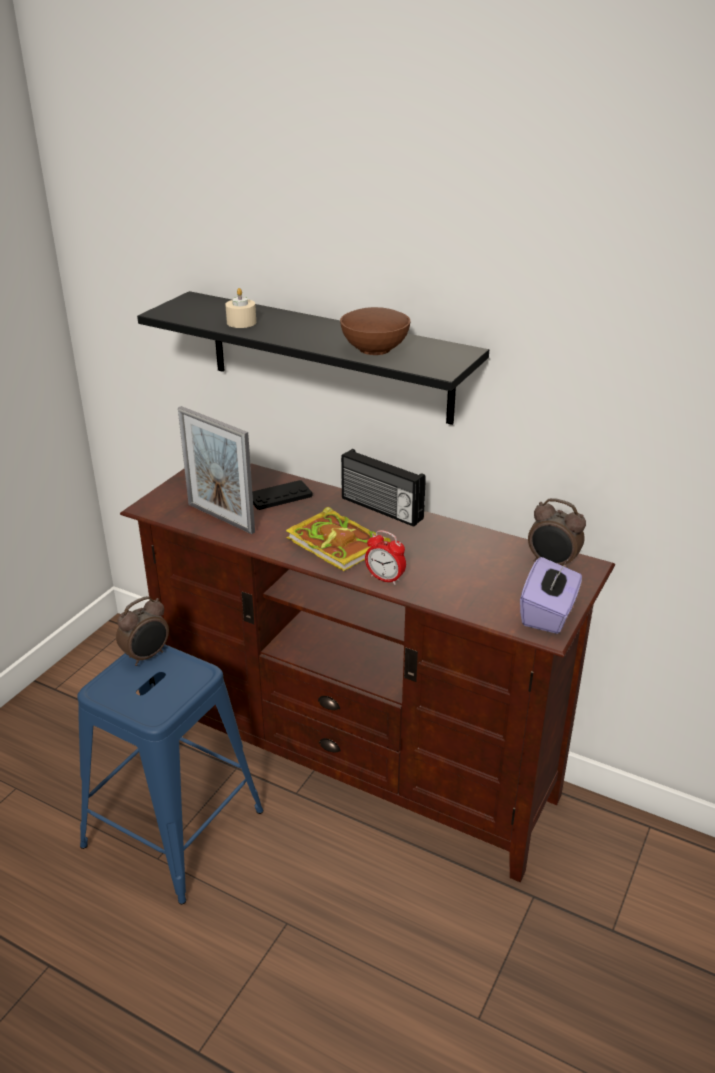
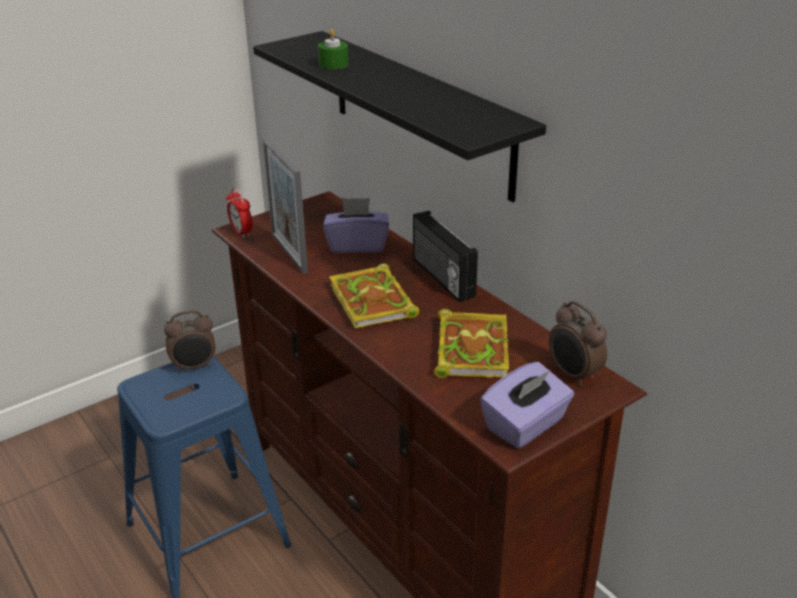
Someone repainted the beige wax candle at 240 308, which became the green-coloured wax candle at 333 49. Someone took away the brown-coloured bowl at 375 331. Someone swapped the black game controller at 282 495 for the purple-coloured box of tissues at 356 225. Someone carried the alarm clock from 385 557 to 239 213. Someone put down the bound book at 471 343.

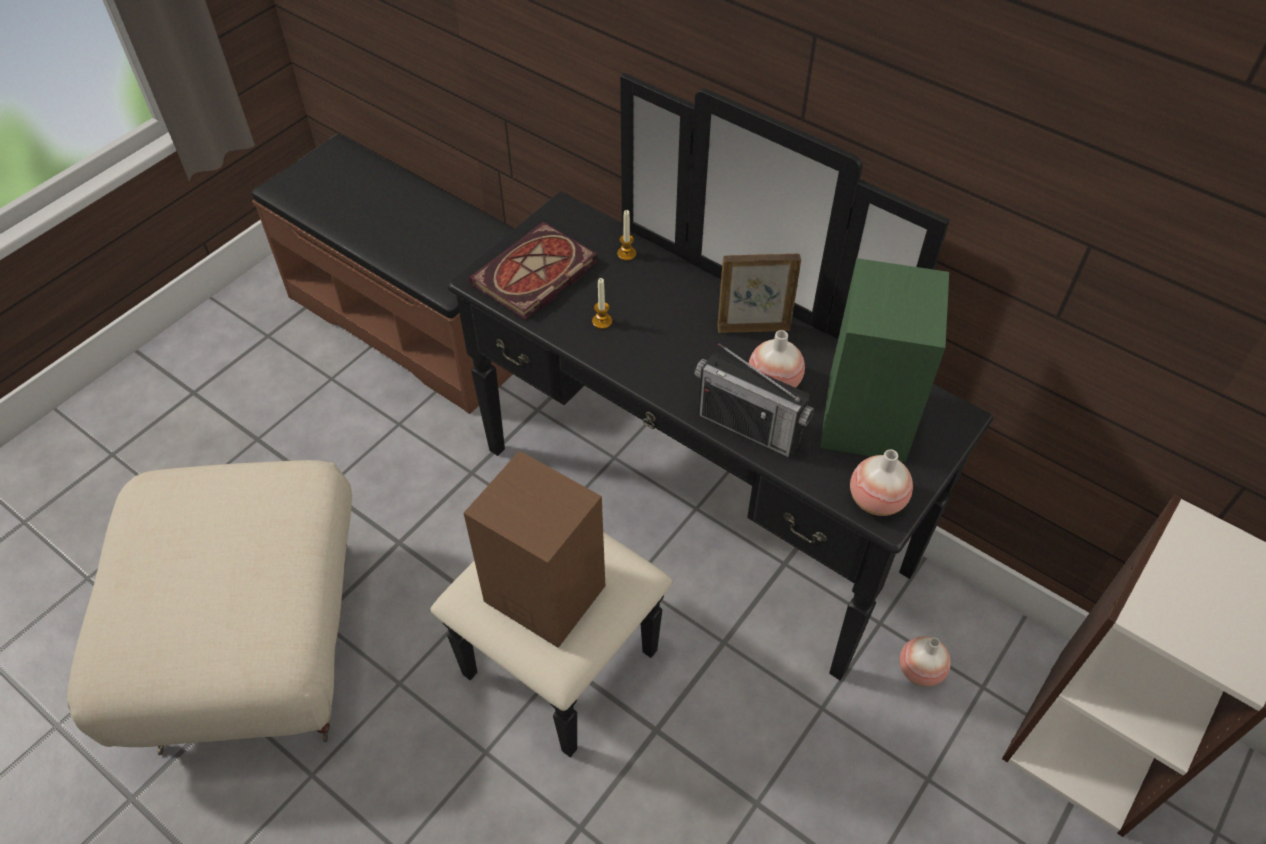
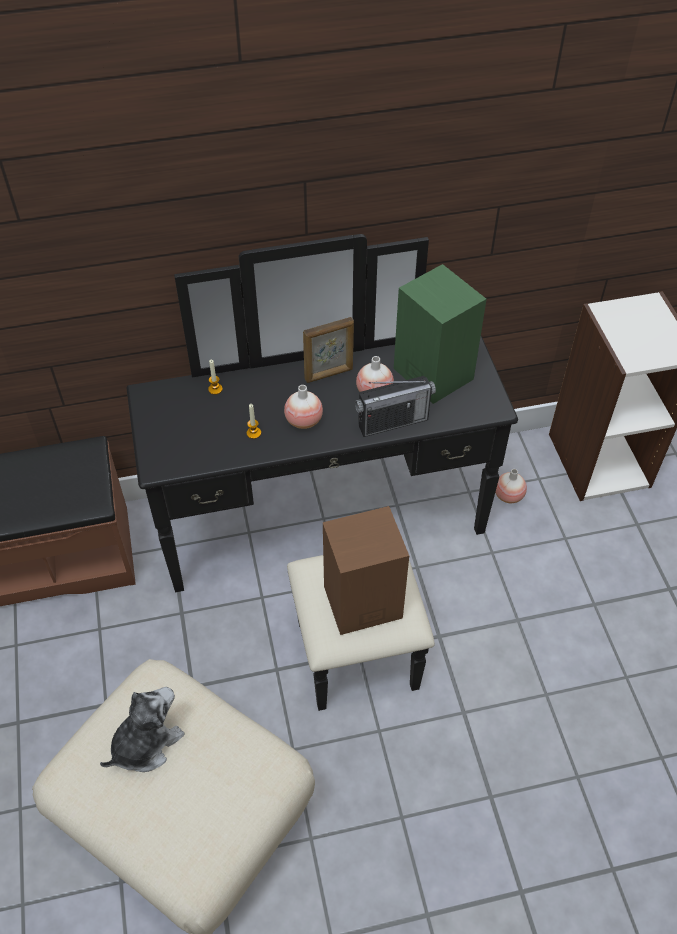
Someone took away the bound book at 533 271. Someone rotated the standing frame at 759 293 by 150 degrees counterclockwise. Someone carried the vase from 881 482 to 303 407. Someone put down the soft toy at 142 729.

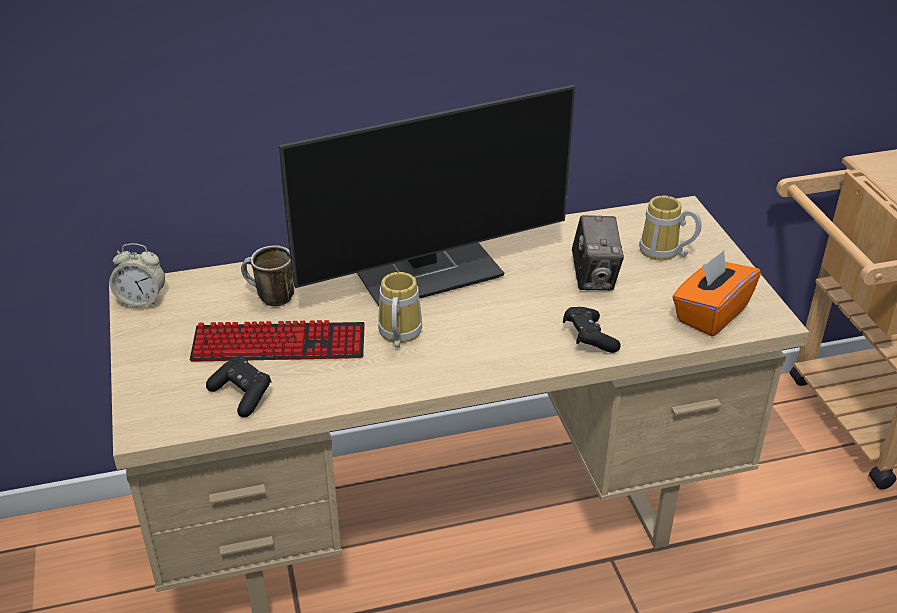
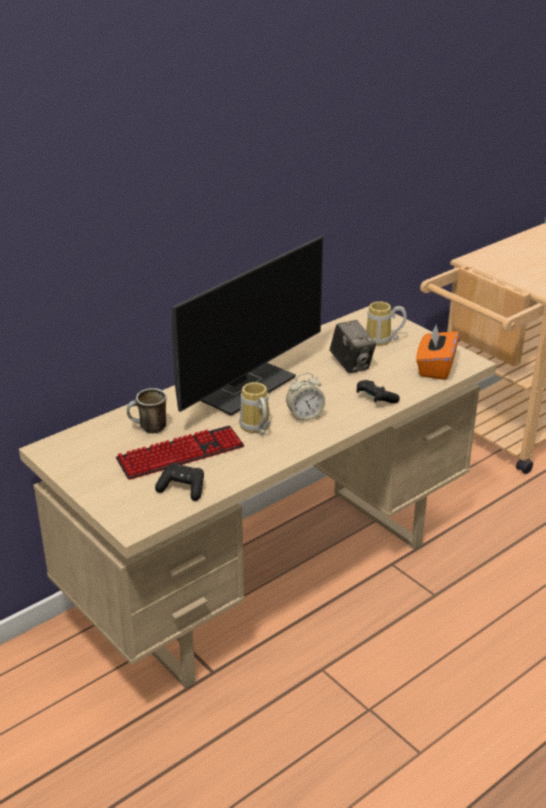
Someone carried the alarm clock from 137 275 to 305 397.

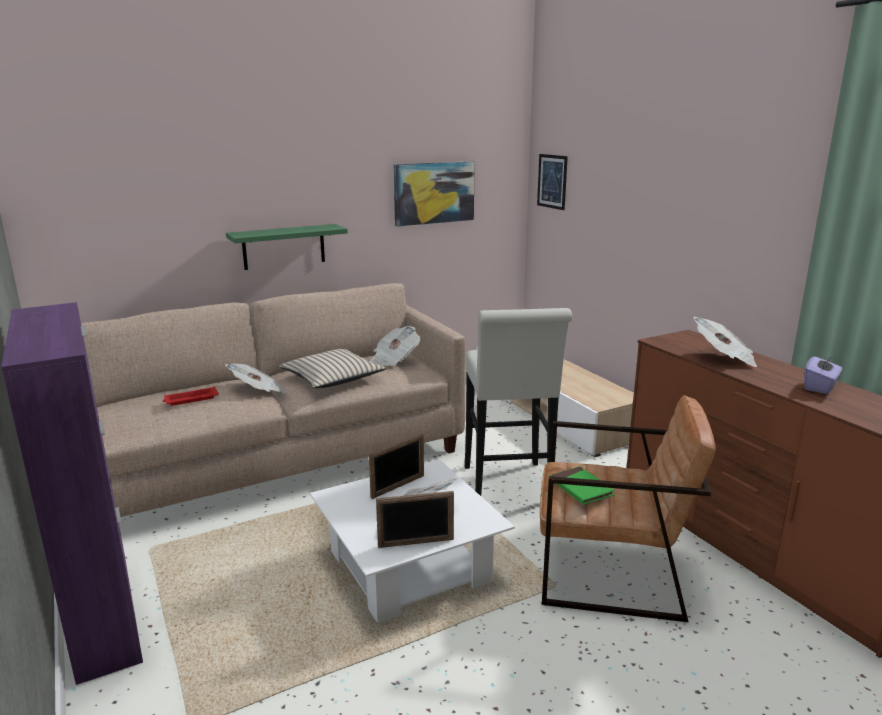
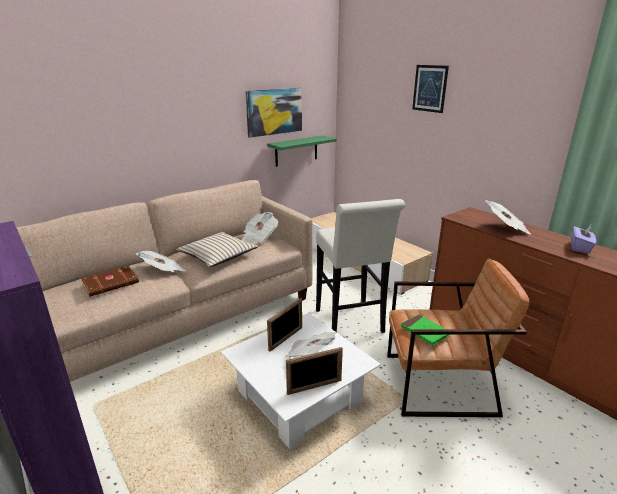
Someone carried the wall picture from 552 182 to 430 89. Someone carried the green-coloured shelf from 287 247 to 302 151. Someone swapped the red tray at 190 396 for the brown-coloured bound book at 110 281.

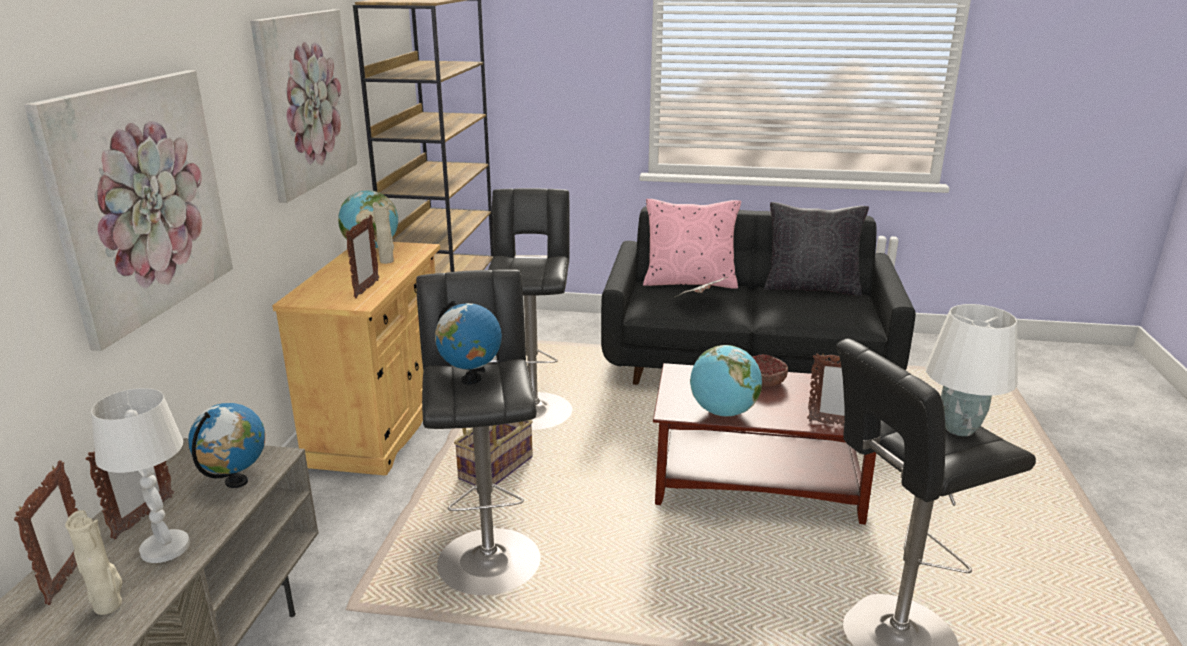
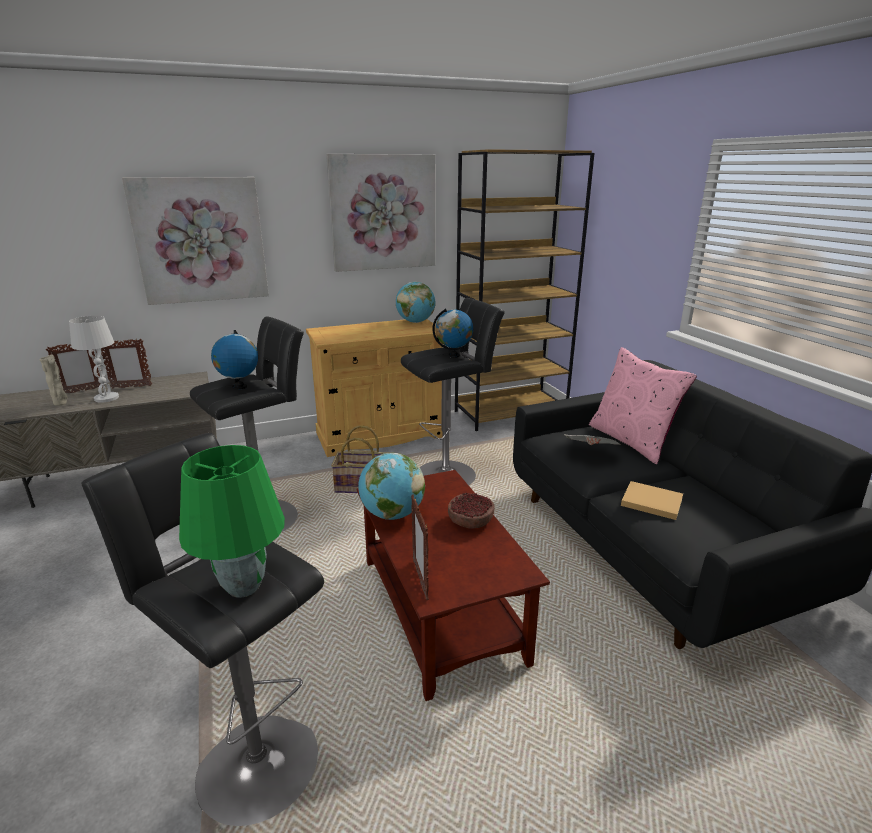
Someone took away the beige vase at 383 233. Someone took away the black pillow at 816 249. Someone took away the standing frame at 362 256. Someone repainted the white-coloured table lamp at 971 370, which became the green-coloured table lamp at 232 521. Someone carried the world globe from 226 445 to 453 333. Someone put down the beige bound book at 652 500.

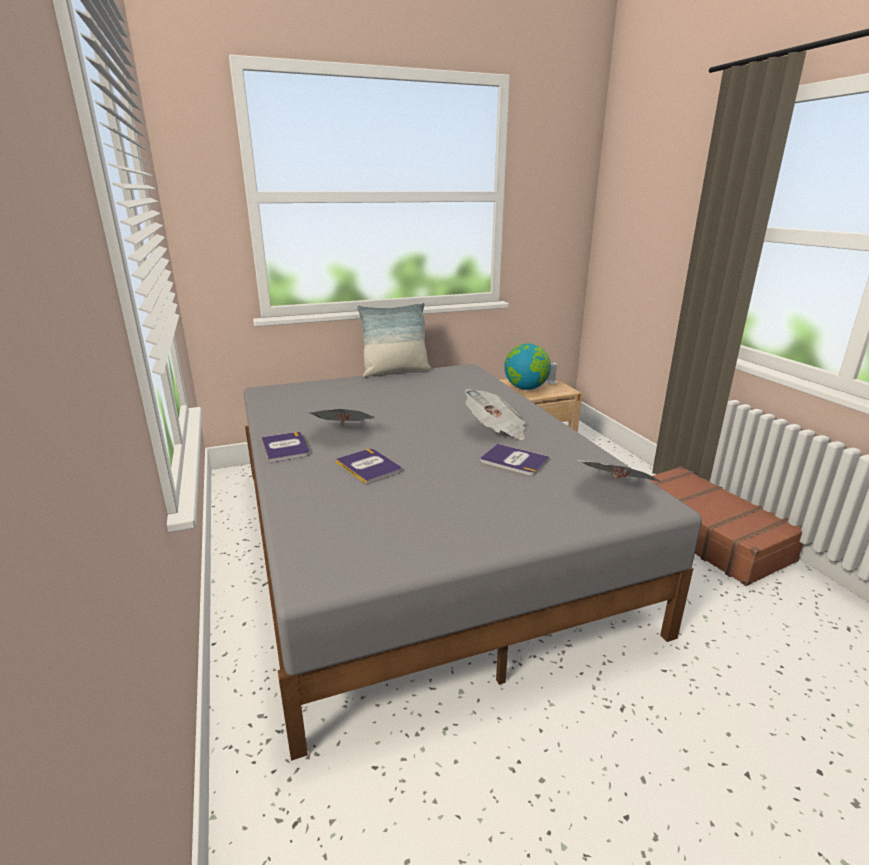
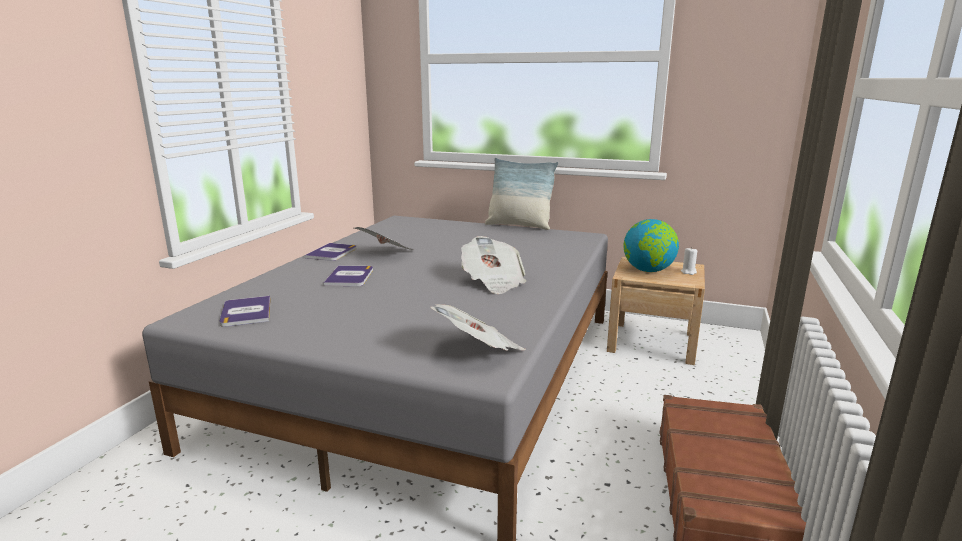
Someone carried the bound book from 515 460 to 245 311.

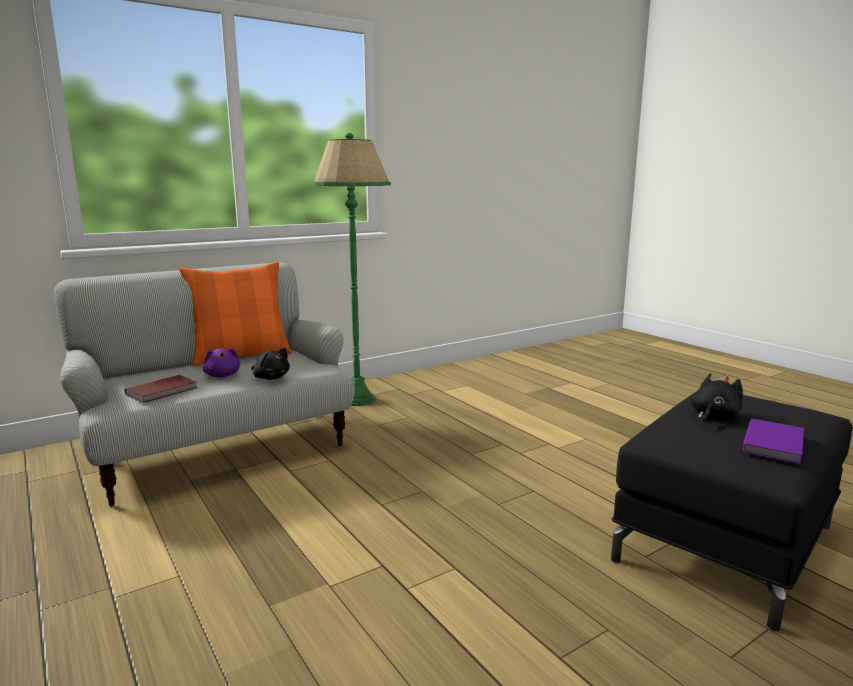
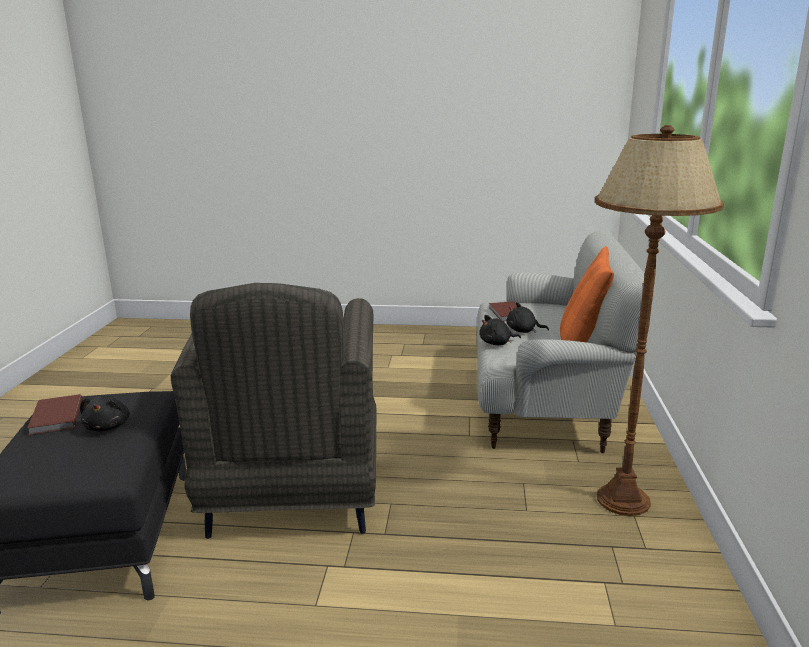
Someone repainted the green-coloured standard lamp at 351 269, which became the brown-coloured standard lamp at 659 320. Someone repainted the purple-coloured soft toy at 221 363, which became the black soft toy at 528 317. Someone repainted the purple-coloured bound book at 773 441, which became the brown-coloured bound book at 54 414. Someone put down the greyish lounge chair at 273 411.

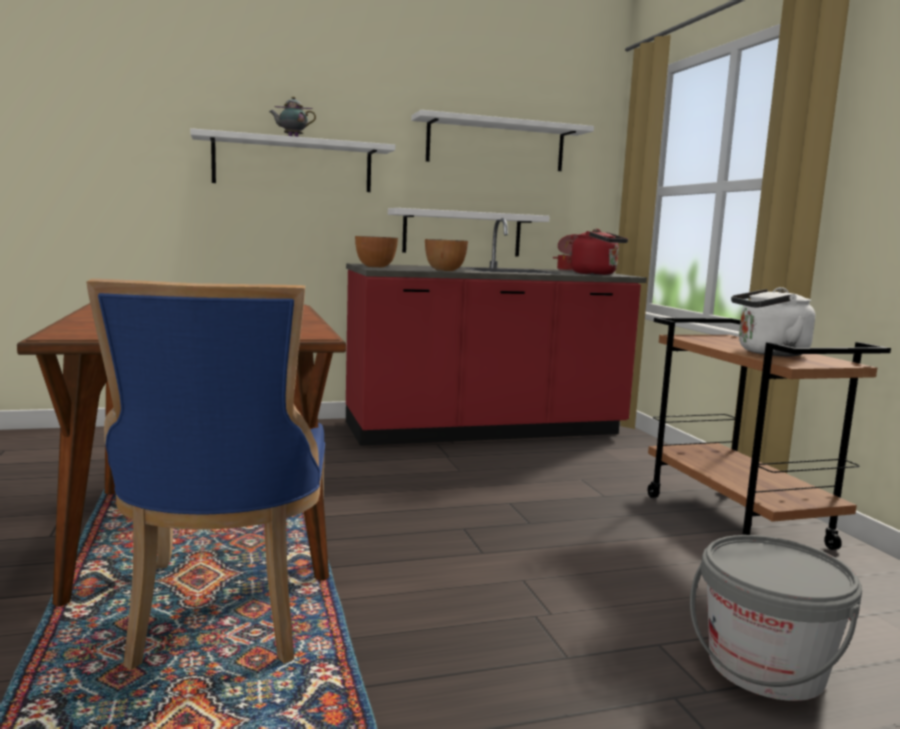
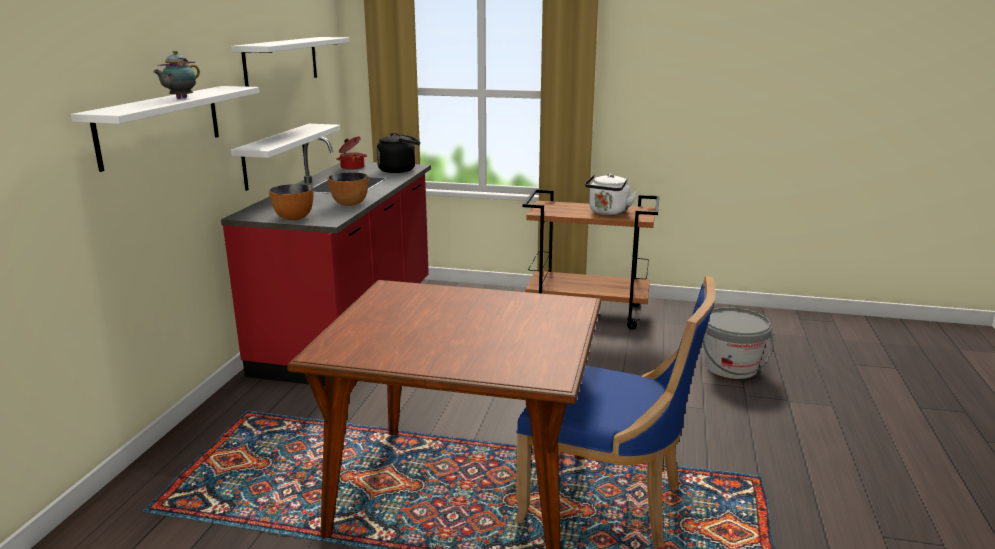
Someone repainted the red tea kettle at 599 252, which became the black tea kettle at 398 153.

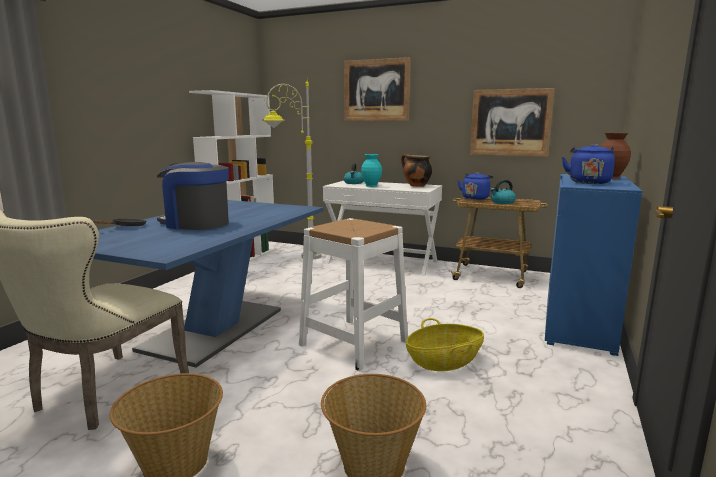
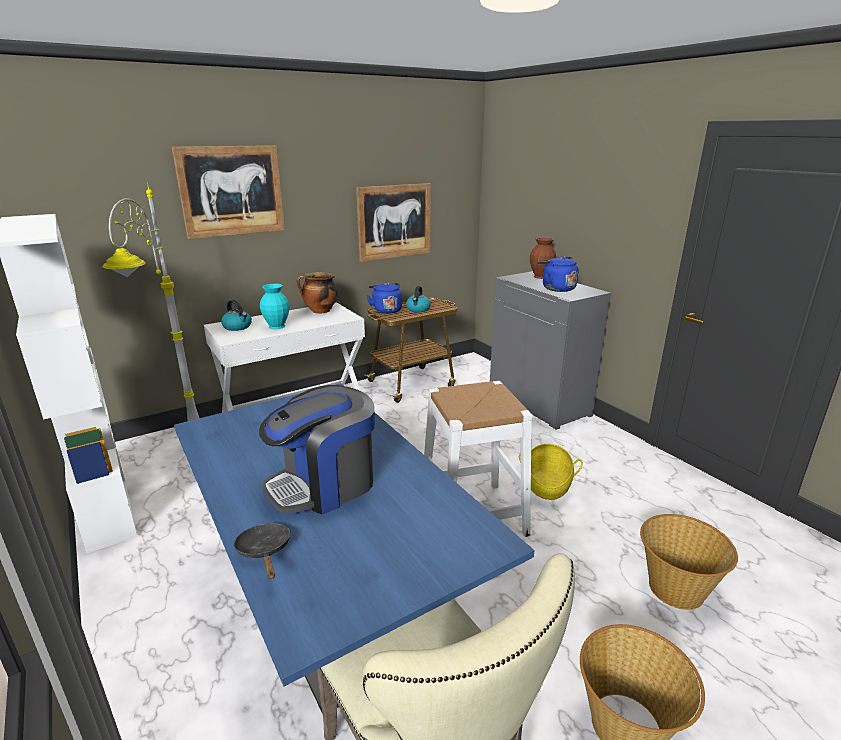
Someone repainted the bluish storage cabinet at 593 265, which became the greyish storage cabinet at 550 350.

